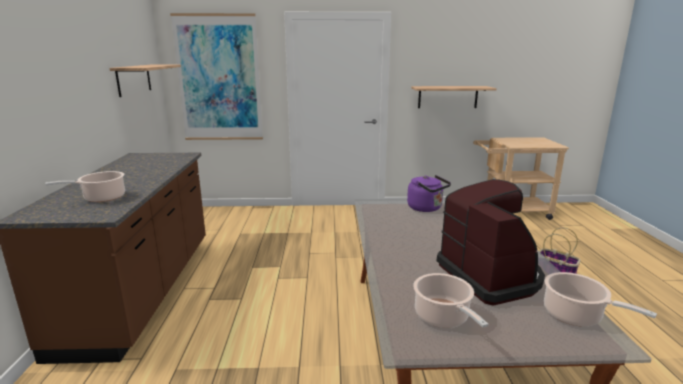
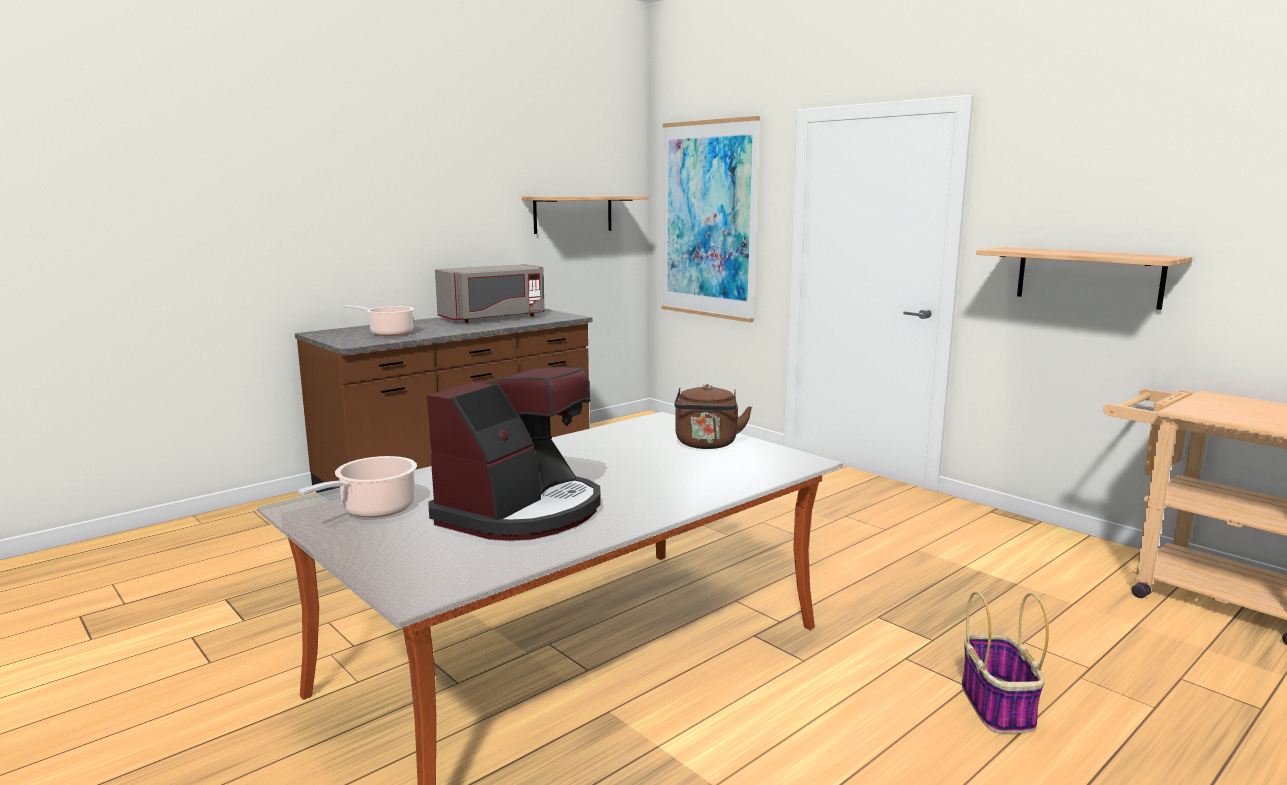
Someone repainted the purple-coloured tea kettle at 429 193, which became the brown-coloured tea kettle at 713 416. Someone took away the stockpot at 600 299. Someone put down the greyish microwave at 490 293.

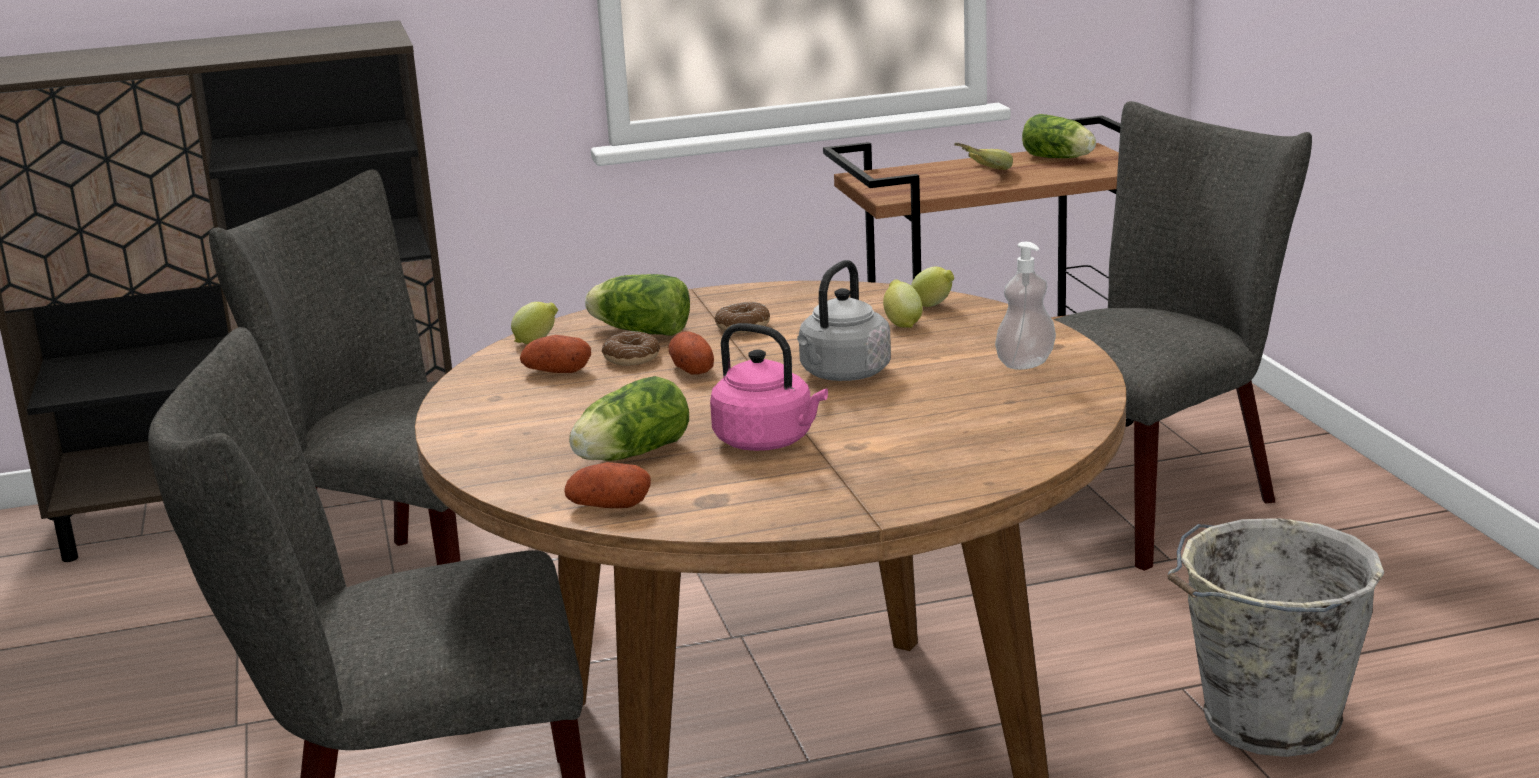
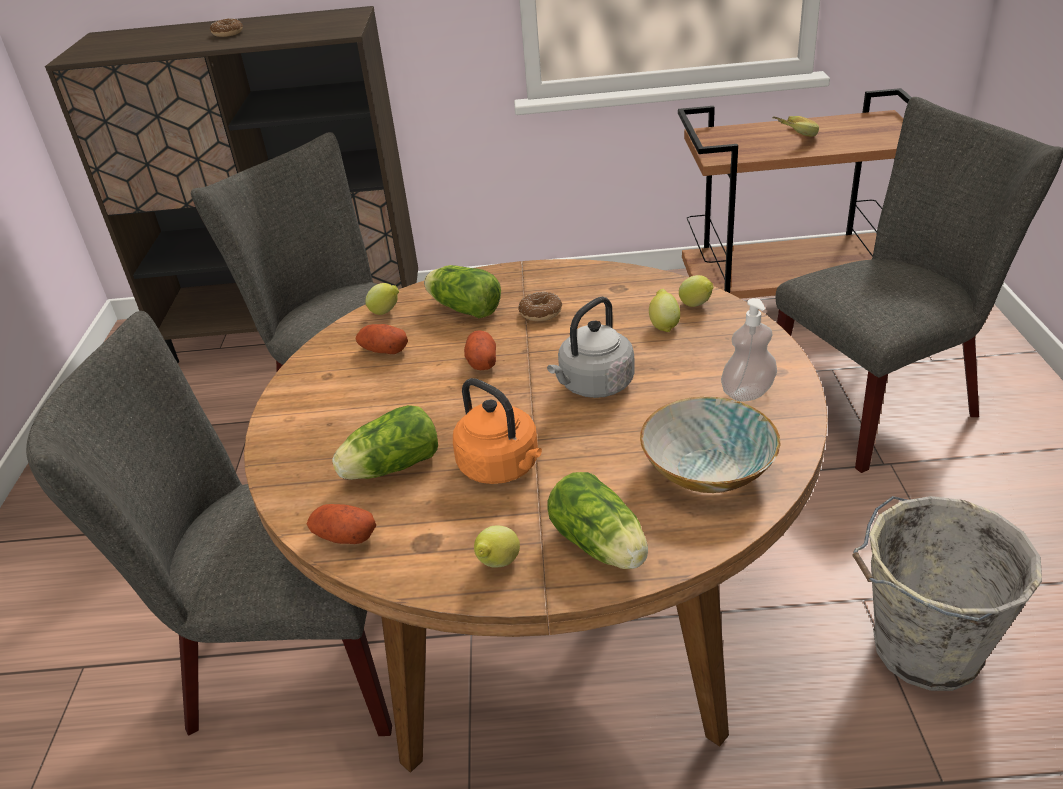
Someone carried the head of lettuce from 1059 136 to 597 520. Someone repainted the pink-coloured tea kettle at 769 387, which became the orangey tea kettle at 497 431. Someone carried the doughnut from 631 348 to 226 27. Someone put down the bowl at 710 445. Someone put down the citrus fruit at 497 546.

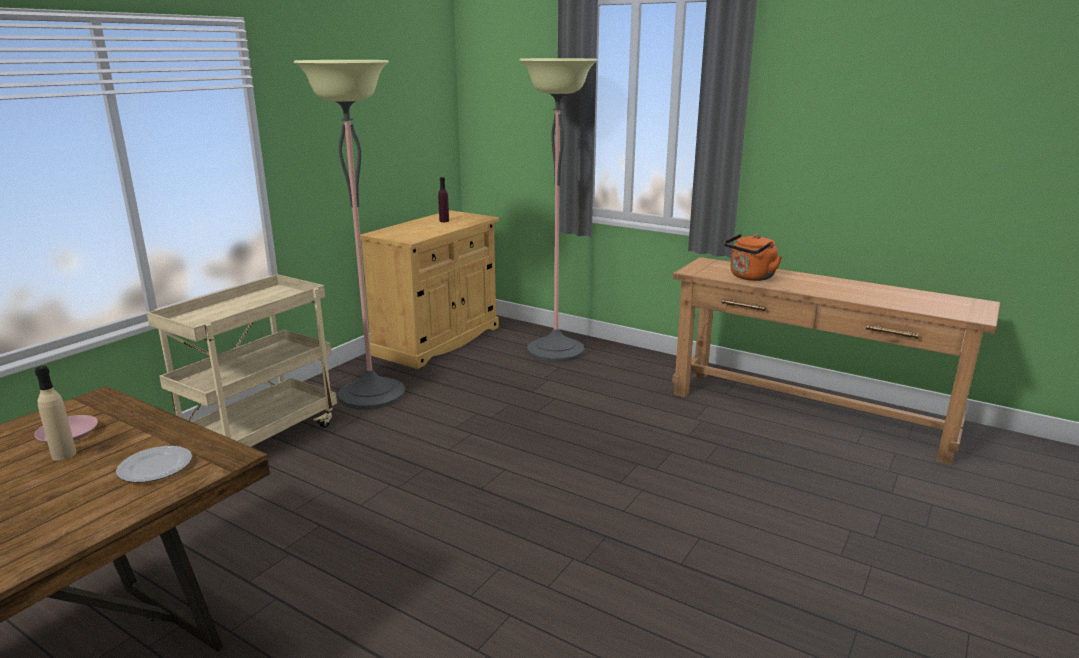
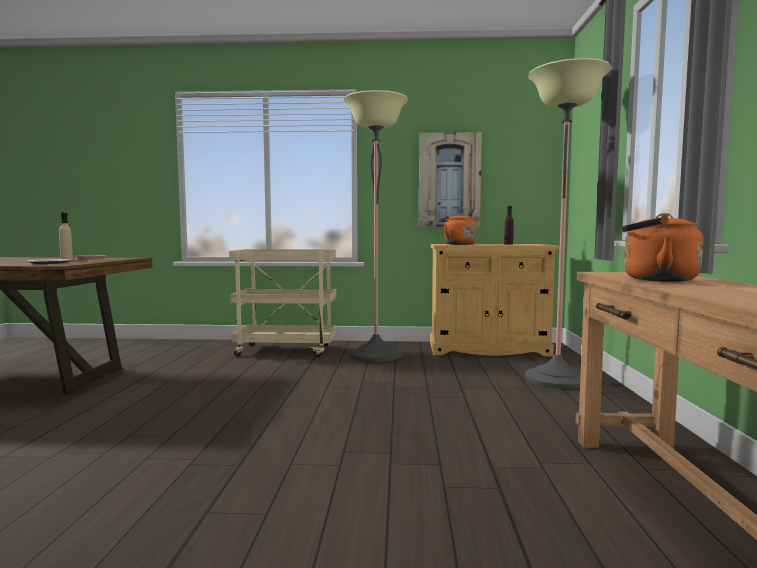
Someone put up the wall picture at 450 179. Someone put down the orangey tea kettle at 457 229.

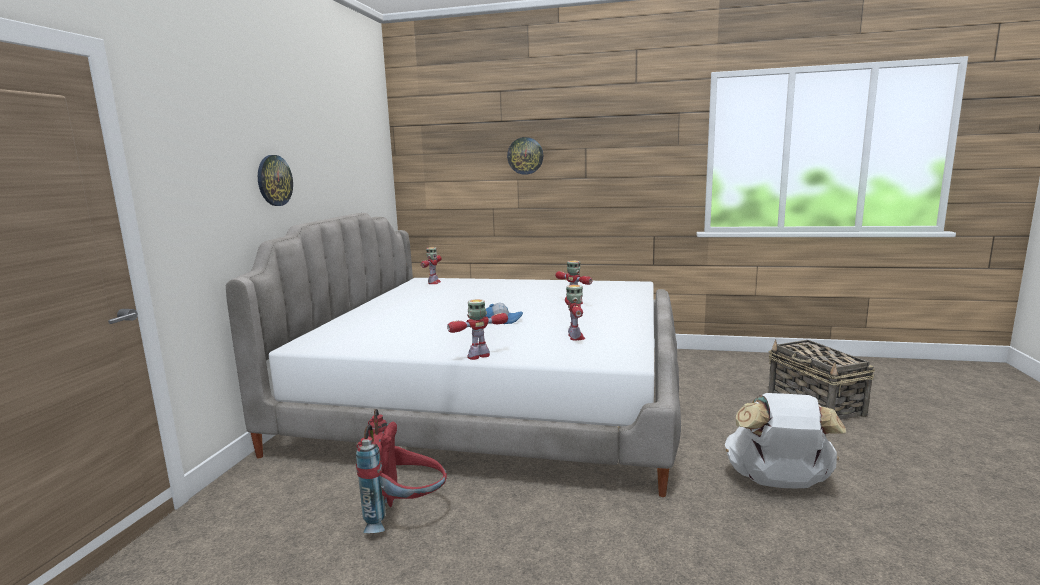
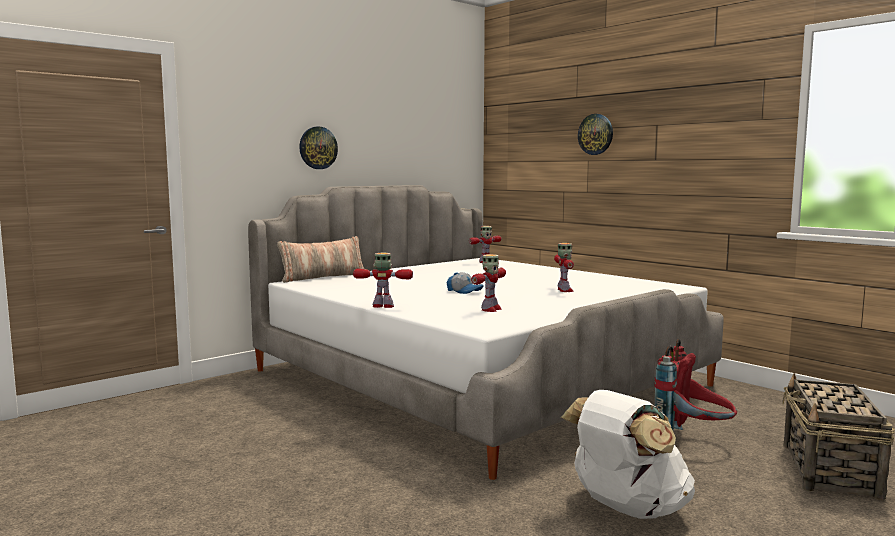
Someone carried the red backpack from 401 471 to 695 384. Someone put down the pillow at 320 259.

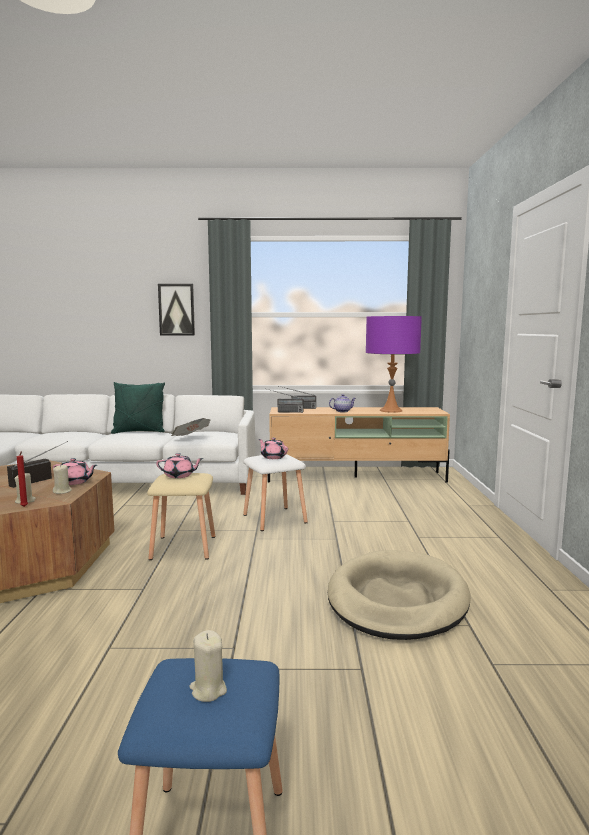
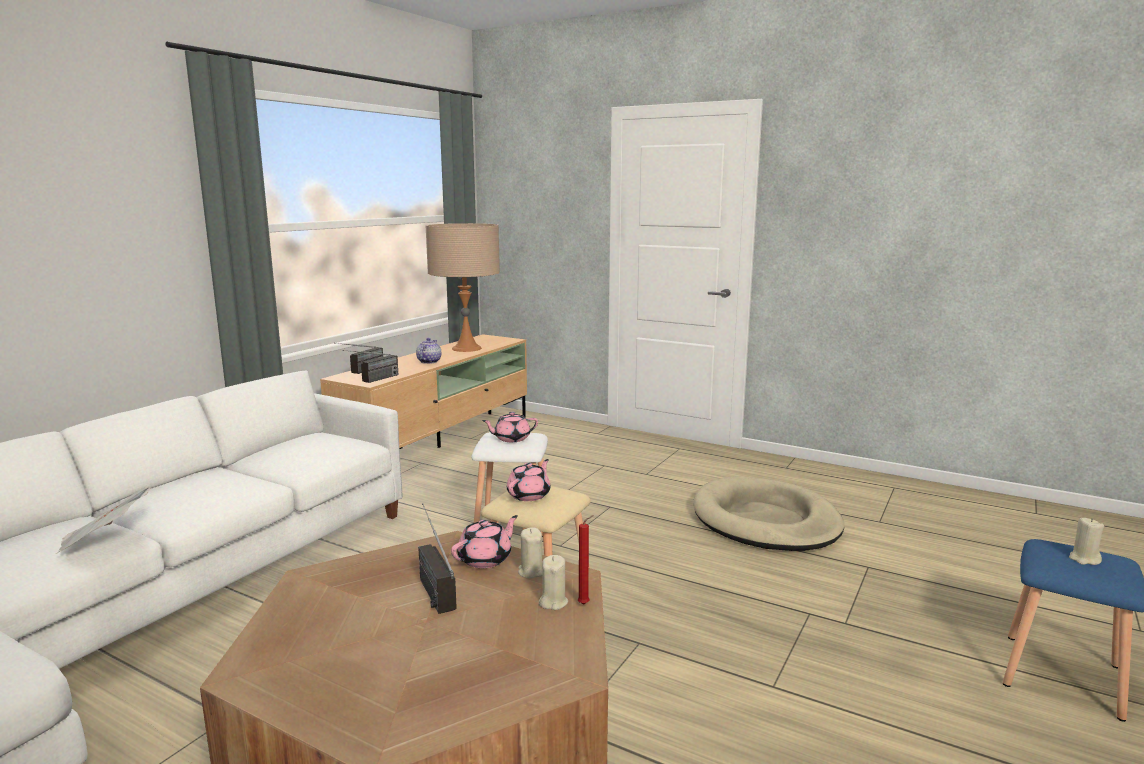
Someone took away the wall picture at 176 309. Someone repainted the purple-coloured table lamp at 394 364, which became the beige table lamp at 463 287. Someone took away the green-coloured pillow at 138 408. Someone carried the newspaper from 190 427 to 103 520.

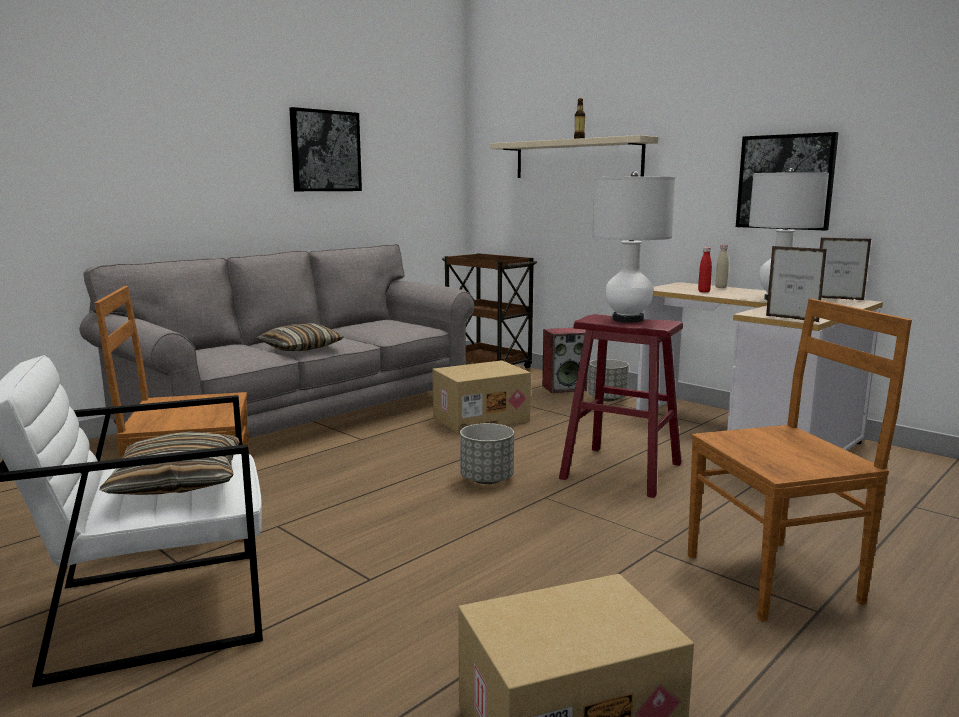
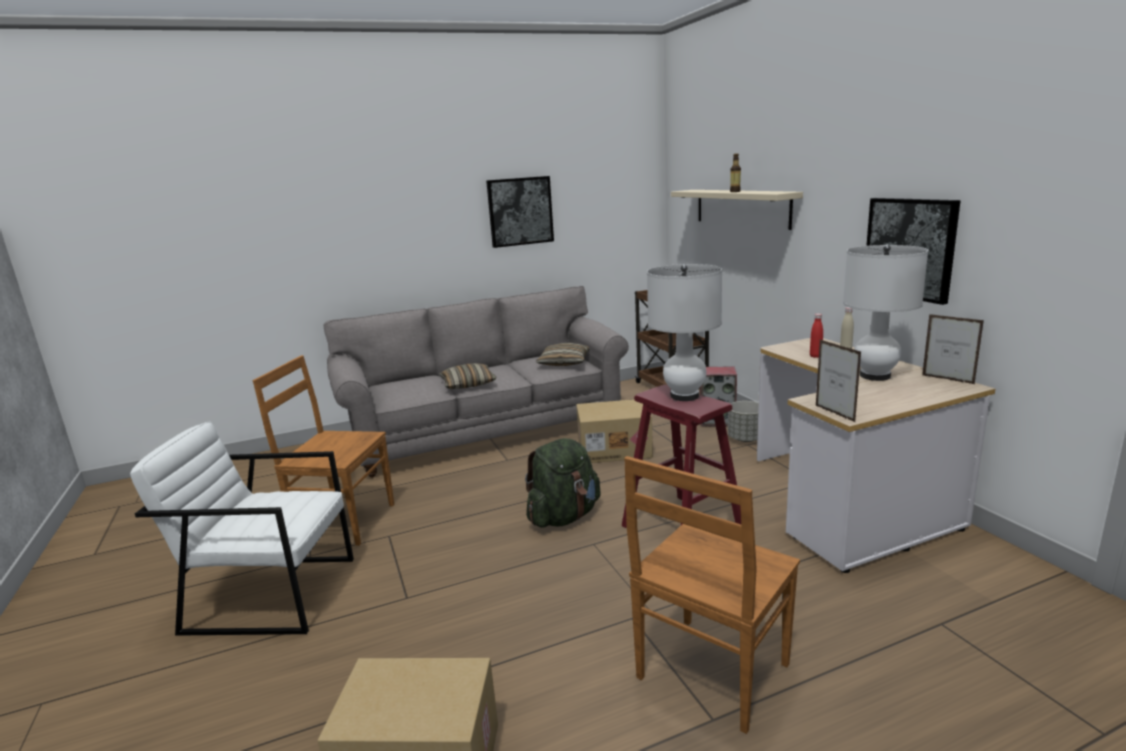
Someone rotated the brown-coloured upright chair at 800 460 by 120 degrees clockwise. Someone swapped the greyish plant pot at 487 453 for the green-coloured backpack at 563 483. Someone carried the pillow from 170 463 to 562 354.

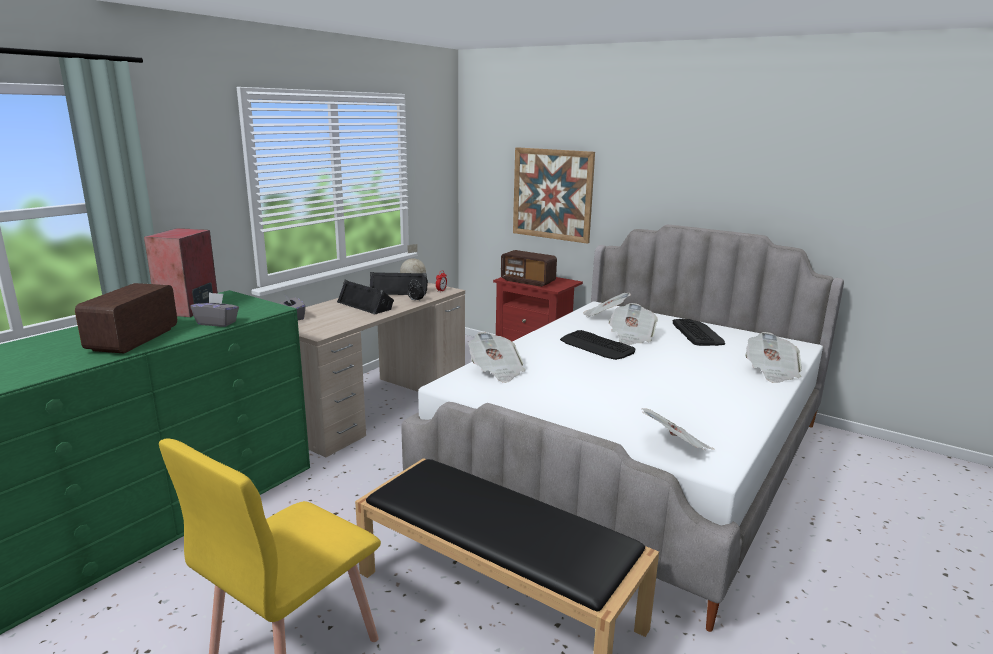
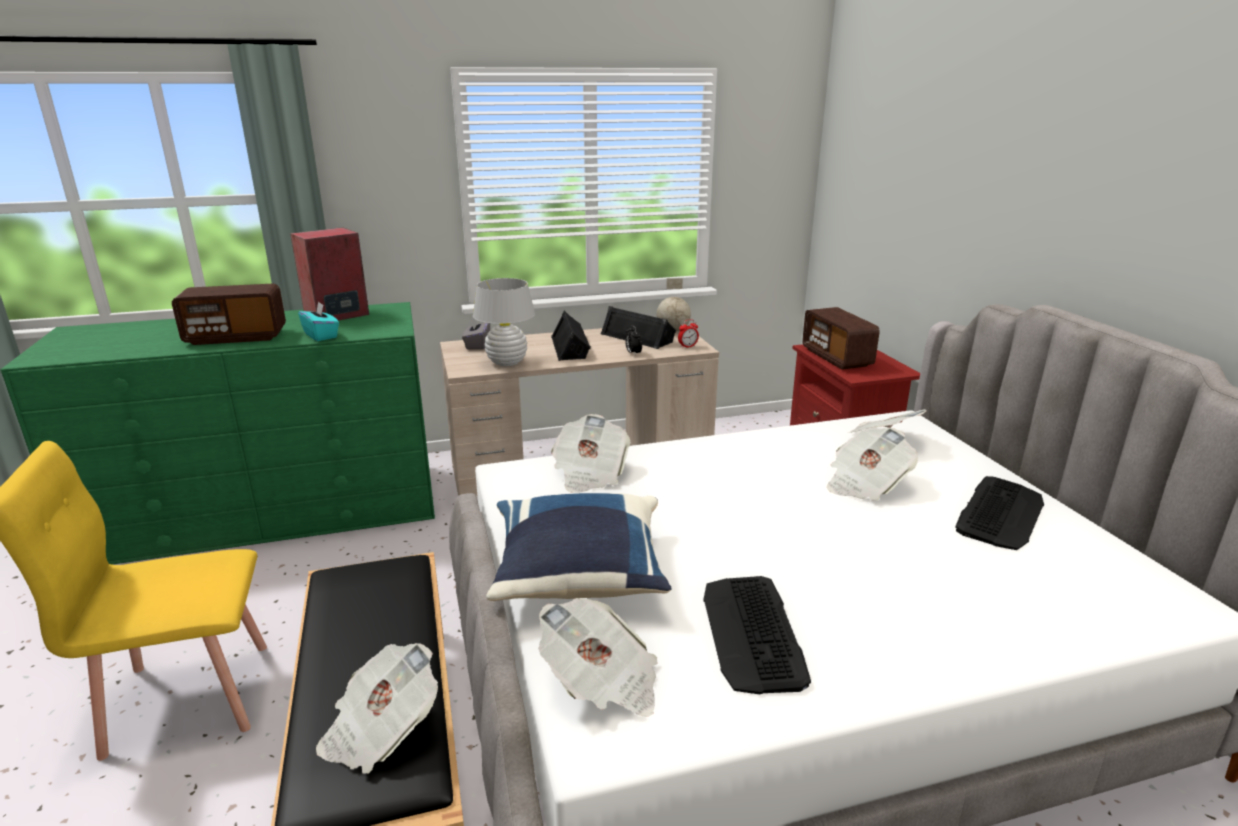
Someone took away the wall picture at 554 195. Someone rotated the radio receiver at 126 318 by 150 degrees counterclockwise. Someone repainted the greyish box of tissues at 214 309, which became the blue-green box of tissues at 318 321. Someone carried the PC keyboard from 597 345 to 757 635. Someone carried the newspaper from 773 357 to 377 708. Someone put down the white-coloured table lamp at 504 322. Someone put down the bluish pillow at 579 547.

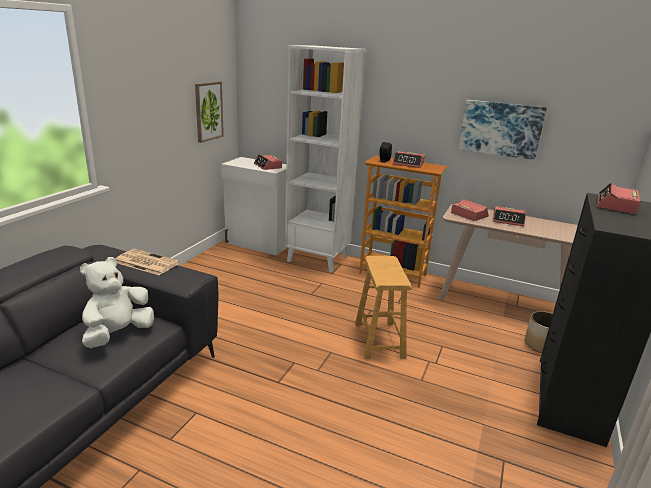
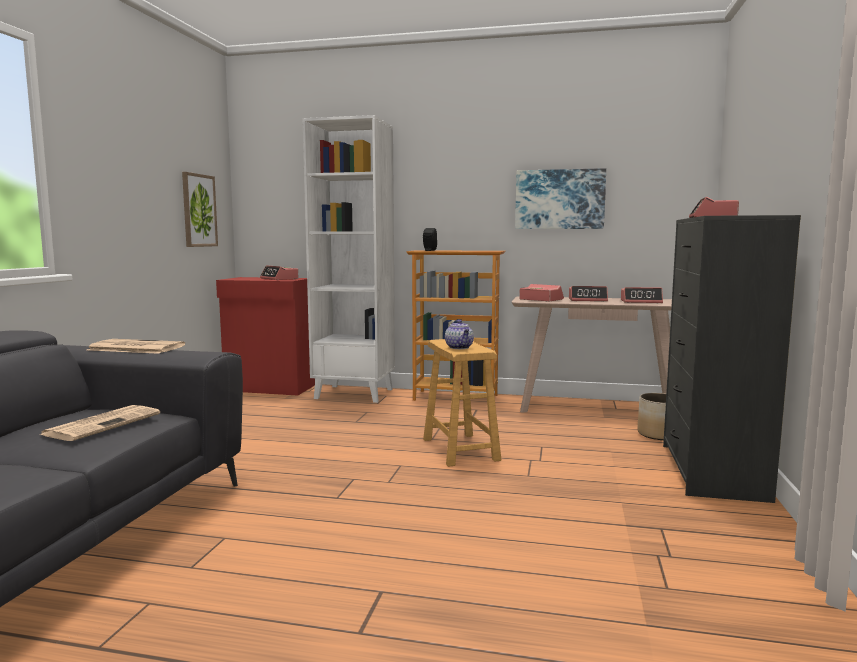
Someone carried the alarm clock from 409 159 to 642 295. Someone repainted the white-coloured storage cabinet at 253 206, which became the red storage cabinet at 265 336. Someone swapped the white-coloured soft toy at 117 302 for the newspaper at 99 423. Someone put down the pot for tea at 459 334.

